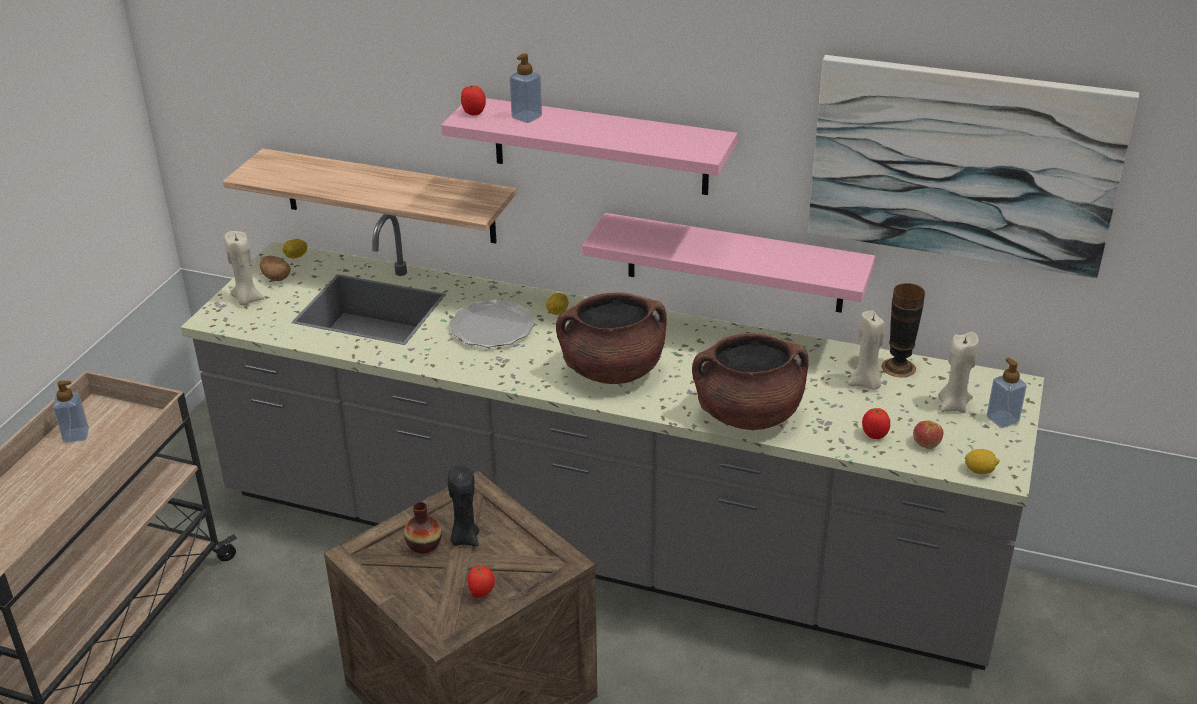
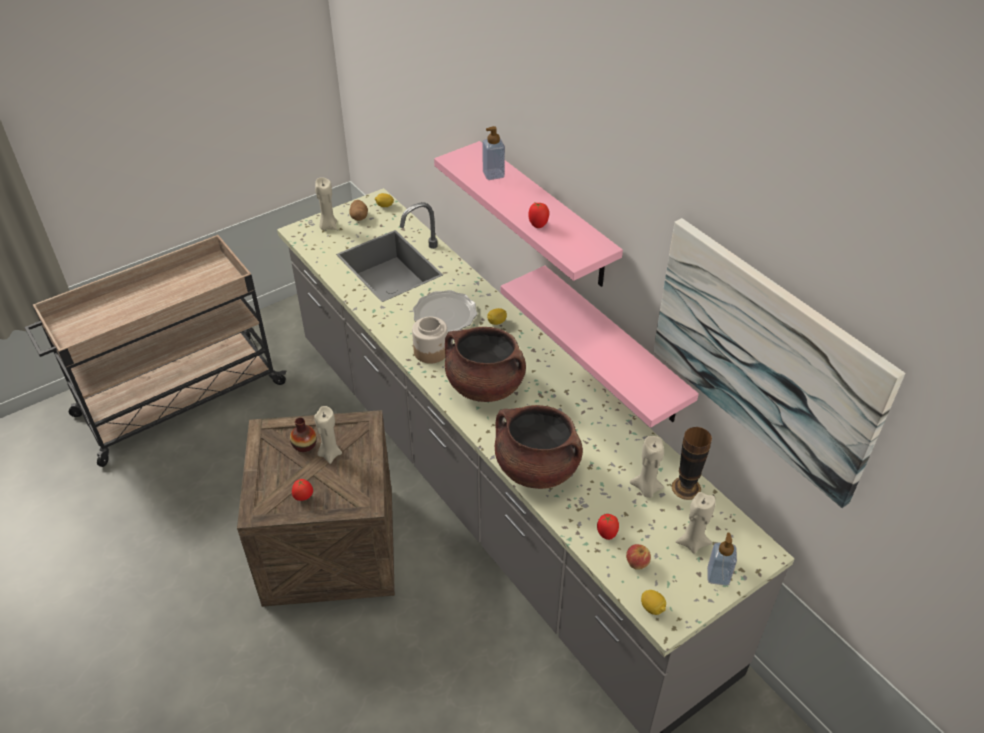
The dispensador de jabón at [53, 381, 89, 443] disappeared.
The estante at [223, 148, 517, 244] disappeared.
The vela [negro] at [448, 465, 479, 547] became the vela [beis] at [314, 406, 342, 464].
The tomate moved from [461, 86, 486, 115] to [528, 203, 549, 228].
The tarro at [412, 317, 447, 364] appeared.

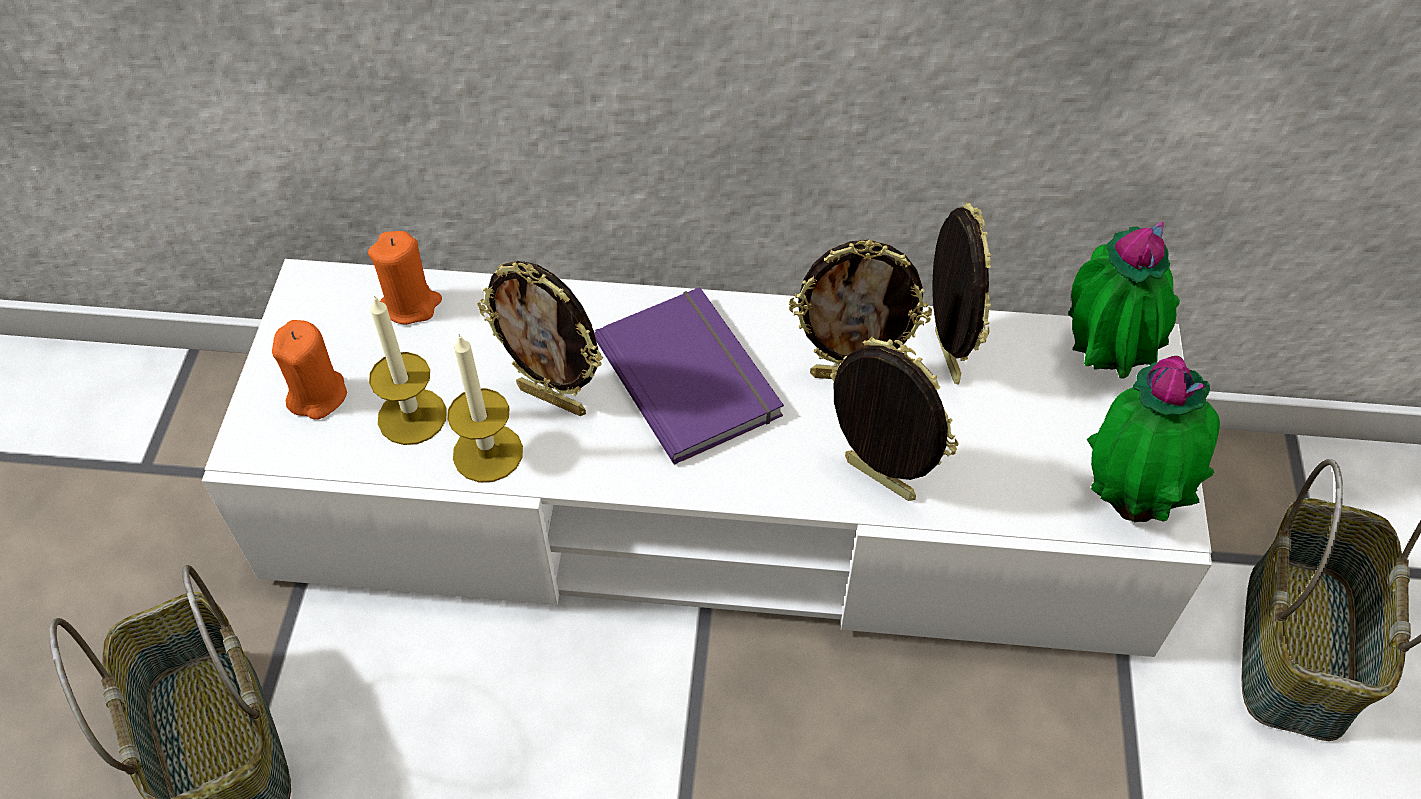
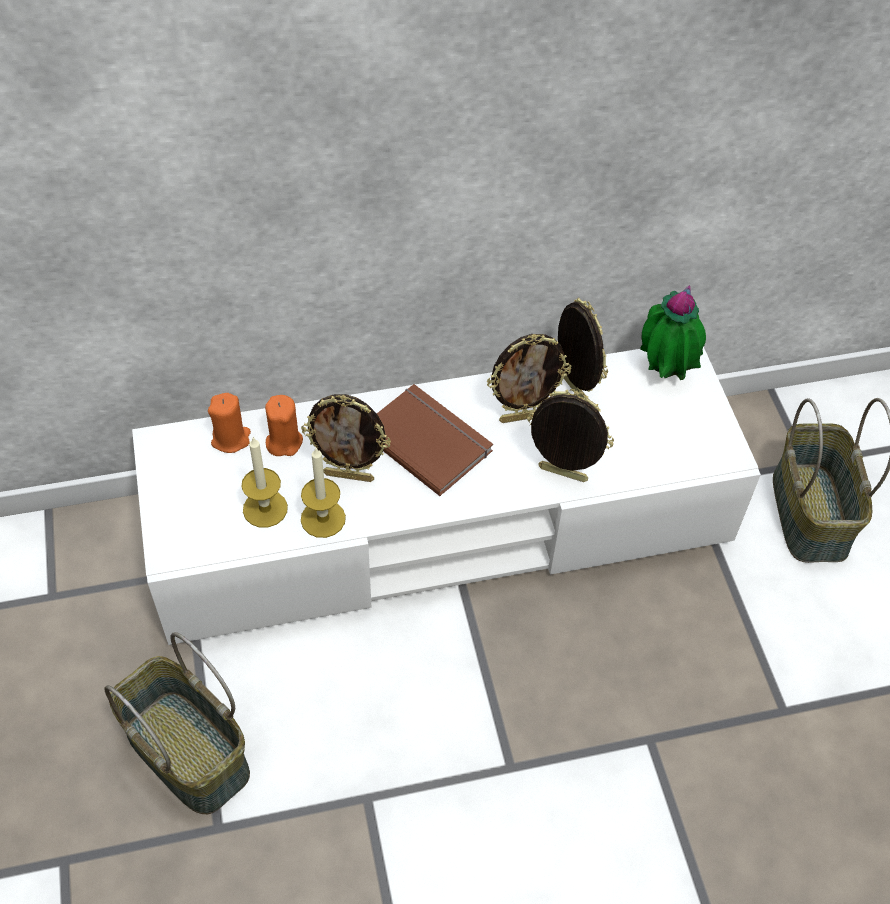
The vela [naranja] moved from [272, 320, 347, 420] to [265, 395, 303, 456].
The libro [morado] at [595, 287, 784, 465] became the libro [marrón] at [377, 384, 493, 496].
The planta en maceta at [1087, 356, 1220, 522] disappeared.

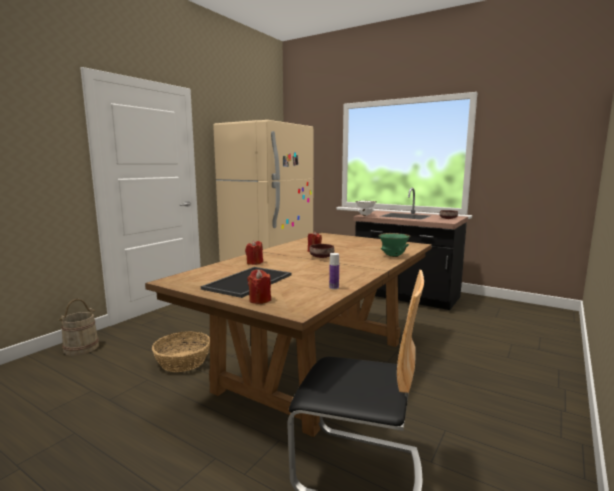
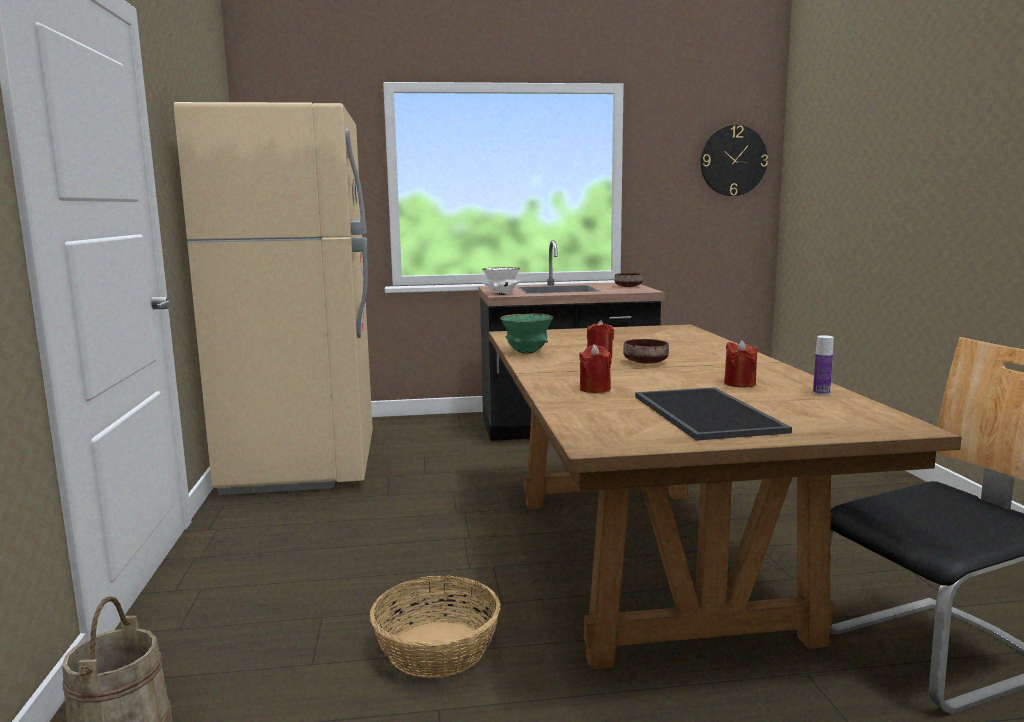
The vela [rojo] moved from [247, 270, 271, 304] to [724, 340, 757, 388].
The cuenco [verde] moved from [379, 233, 410, 257] to [500, 313, 553, 354].
The reloj de pared at [700, 125, 768, 196] appeared.

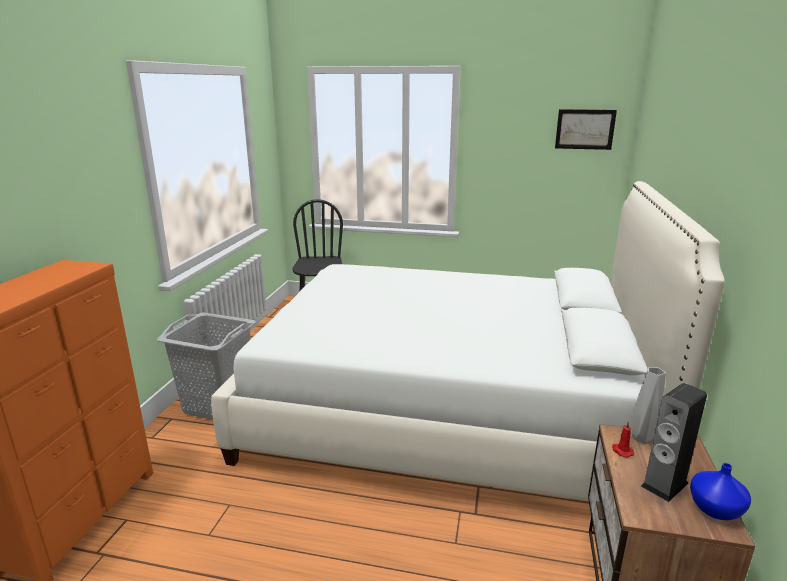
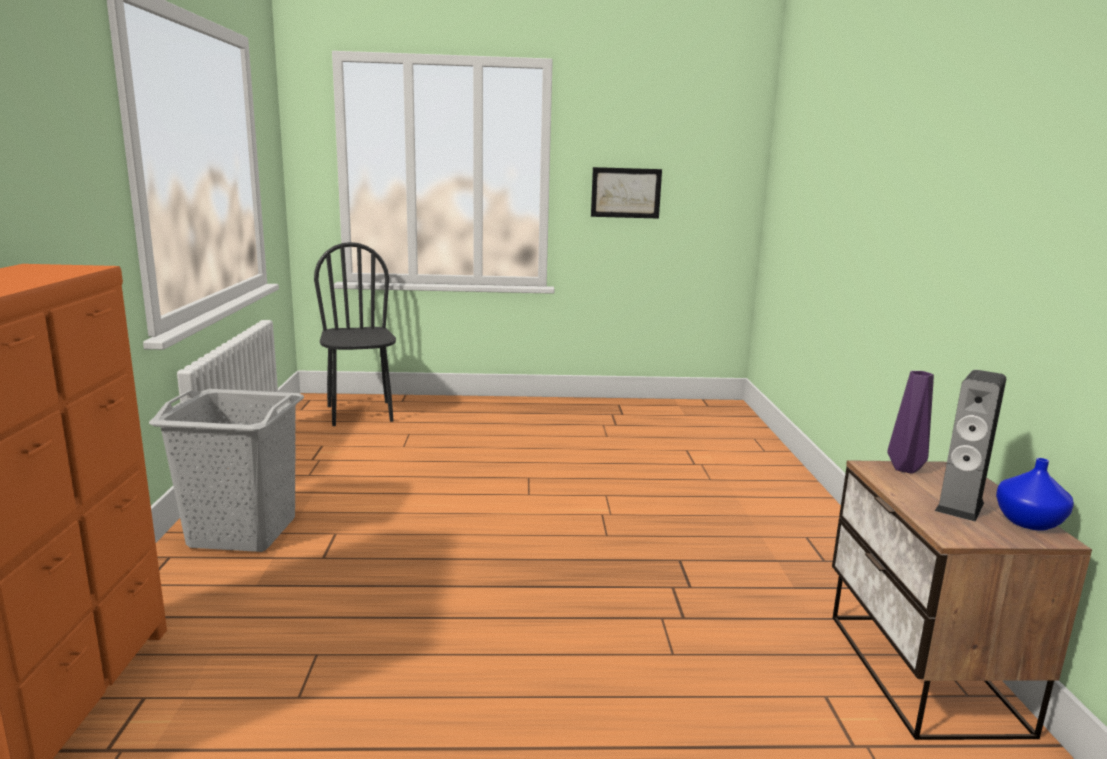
The cama [blanco] at [211, 181, 725, 501] disappeared.
The cuadro moved from [555, 109, 617, 150] to [591, 167, 662, 219].
The vela [rojo] at [612, 421, 634, 458] disappeared.
The florero [gris] at [629, 367, 666, 444] became the florero [morado] at [887, 371, 934, 474].

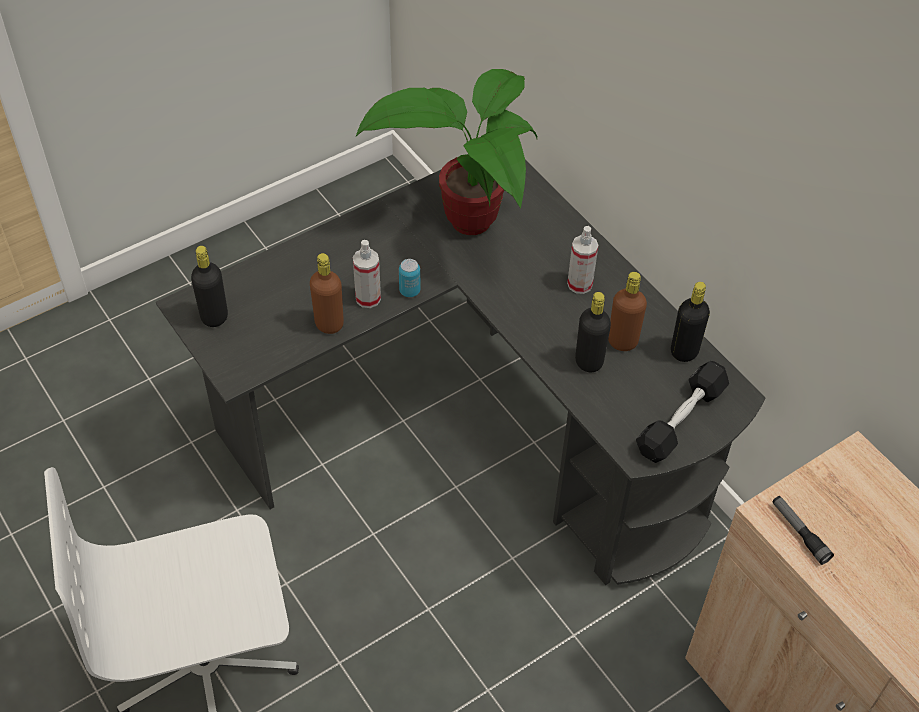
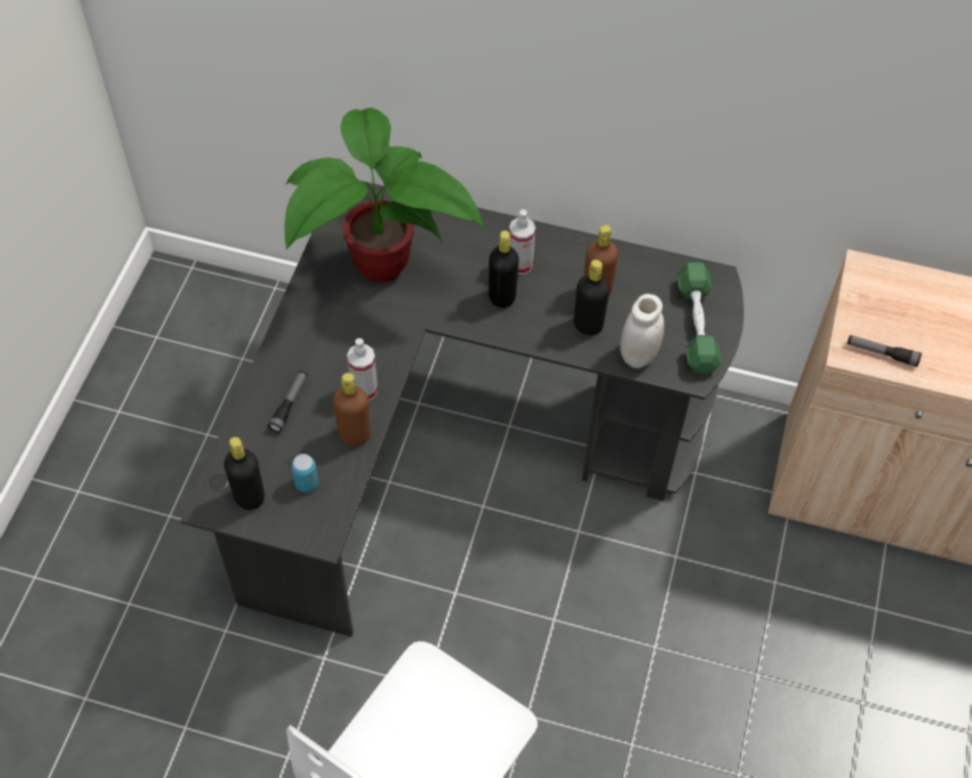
The lata moved from [399, 259, 421, 297] to [292, 454, 318, 492].
The mancuerna [negro] at [636, 361, 729, 463] became the mancuerna [verde] at [677, 262, 722, 373].
The botella [negro] moved from [671, 282, 710, 362] to [489, 231, 519, 308].
The linterna at [268, 371, 307, 433] appeared.
The tarro [blanco] at [620, 294, 664, 369] appeared.

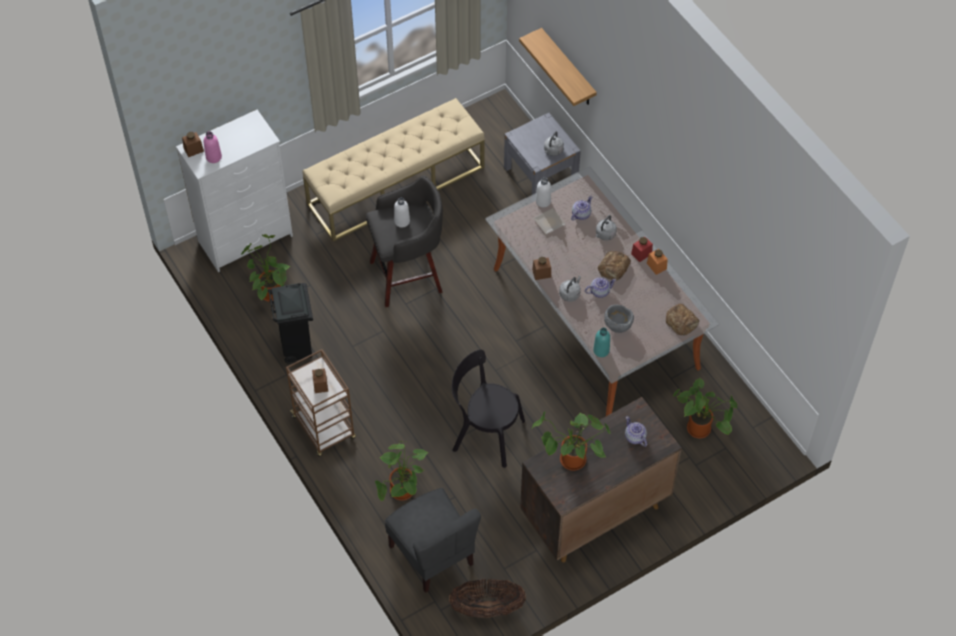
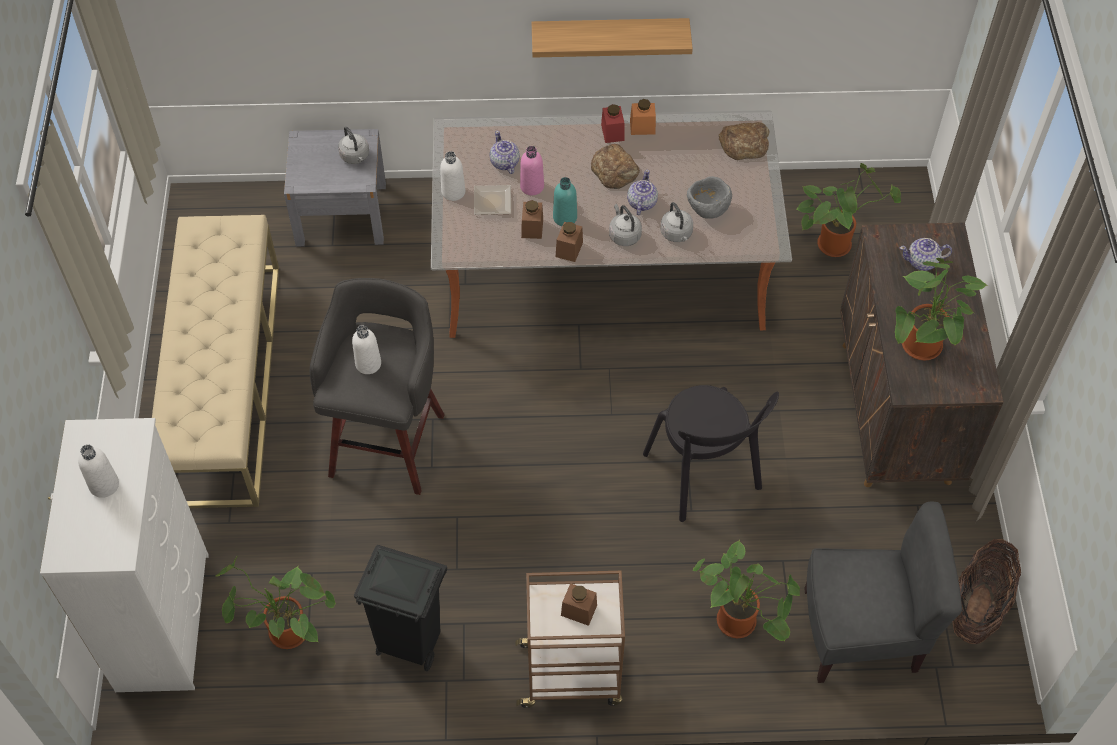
The tarro [marrón] moved from [182, 132, 204, 157] to [521, 200, 543, 239].
The botella [rosa] moved from [203, 131, 222, 163] to [520, 146, 544, 195].
The silla [negro] at [452, 349, 525, 468] turned 75 degrees counterclockwise.
The estante moved from [519, 28, 597, 106] to [532, 18, 693, 58].
The botella [turquesa] moved from [593, 328, 610, 357] to [553, 177, 577, 226].
The hervidor [gris] moved from [595, 215, 617, 240] to [661, 202, 693, 242].
The botella [blanco] at [78, 444, 119, 498] appeared.

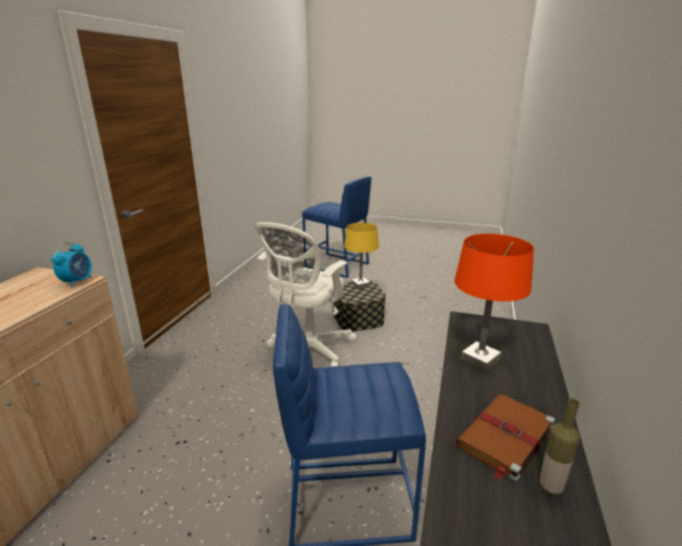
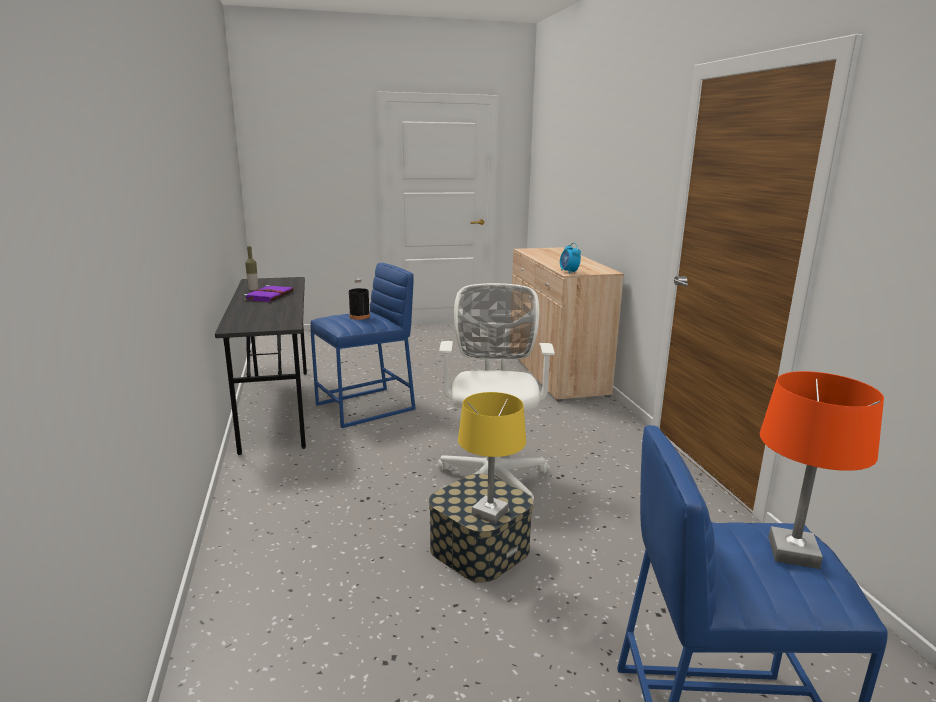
The lámpara de mesa [naranja] moved from [454, 234, 534, 372] to [760, 371, 884, 569].
The libro [marrón] at [456, 394, 555, 481] became the libro [morado] at [243, 285, 294, 302].
The botella [negro] at [349, 278, 370, 320] appeared.

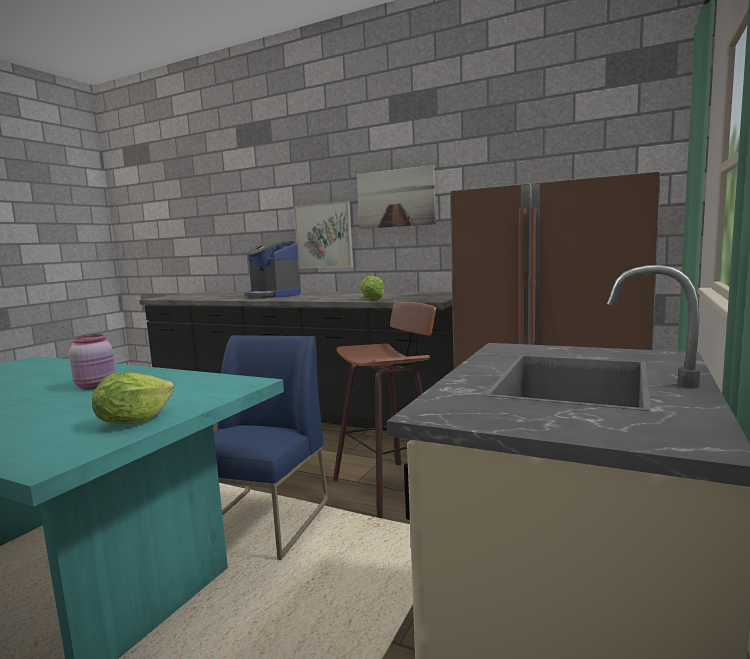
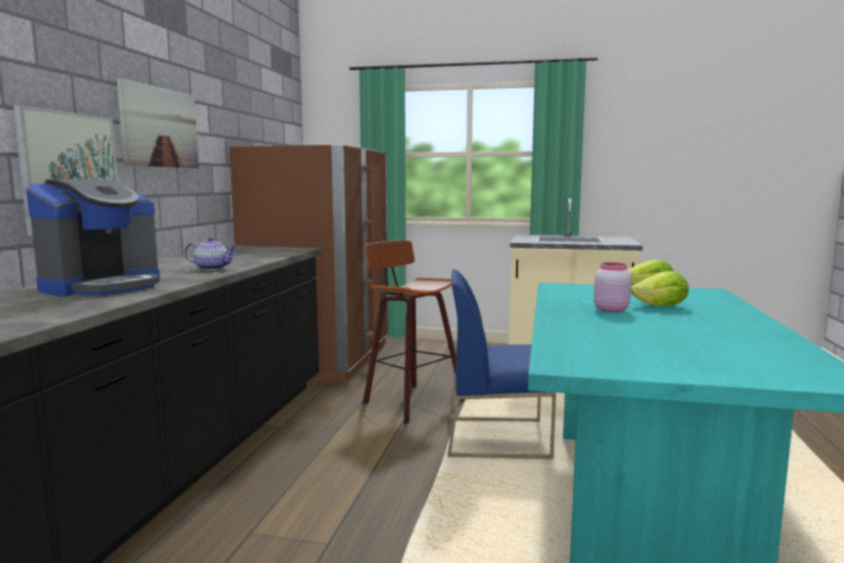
The lechuga moved from [360, 276, 384, 299] to [631, 271, 689, 306].
The tetera at [185, 237, 237, 270] appeared.

